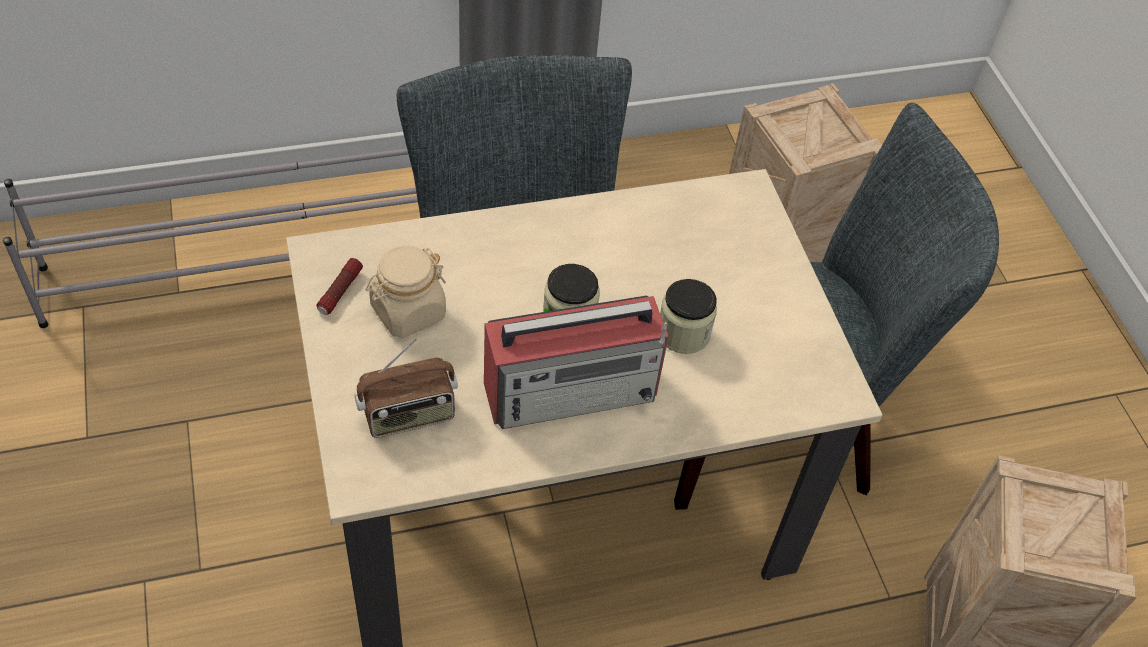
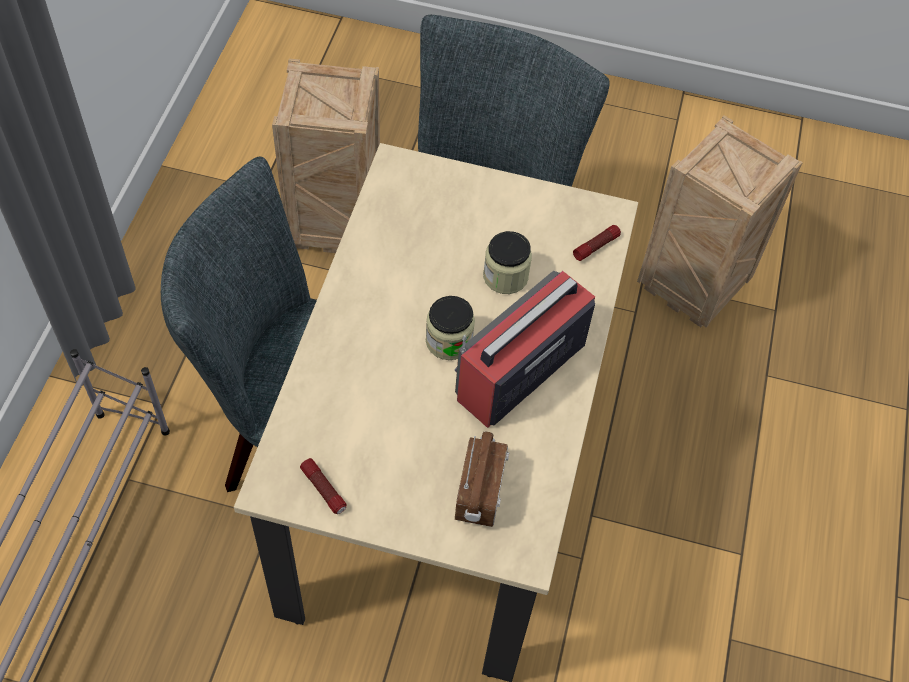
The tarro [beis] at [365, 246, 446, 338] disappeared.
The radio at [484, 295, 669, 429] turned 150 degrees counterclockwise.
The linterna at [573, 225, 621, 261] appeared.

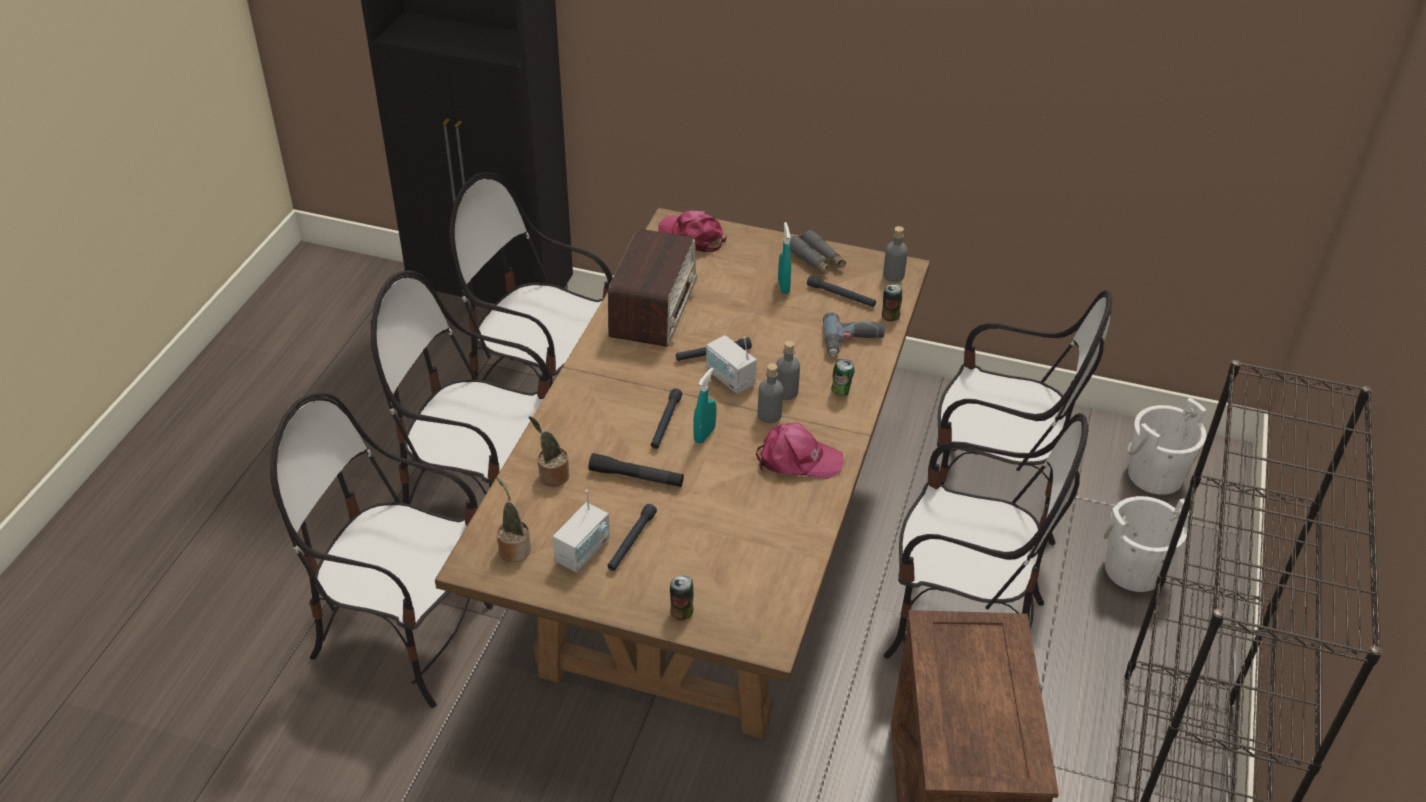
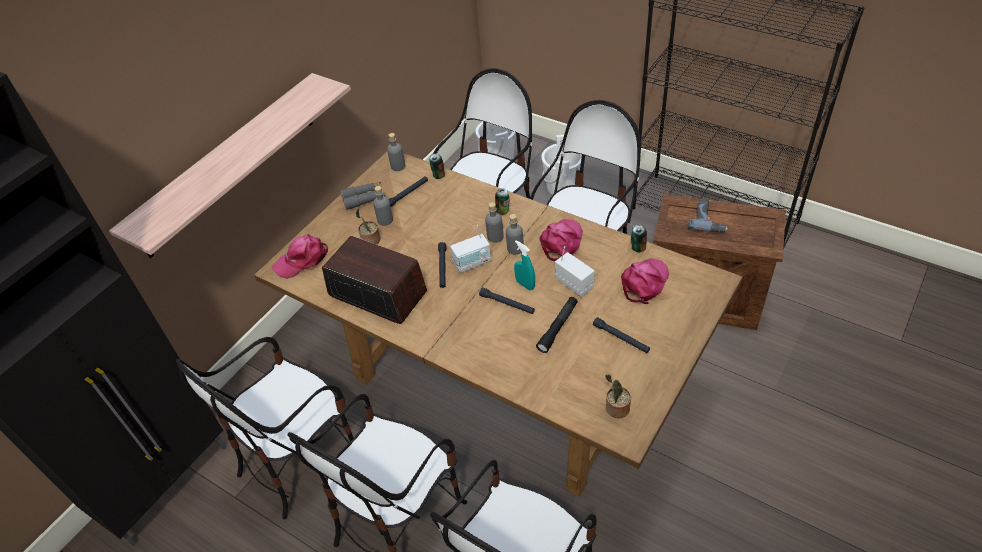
The planta en maceta moved from [528, 416, 570, 486] to [356, 208, 381, 245].
The radio moved from [553, 490, 610, 573] to [555, 246, 595, 297].
The lata moved from [670, 575, 694, 620] to [631, 225, 647, 253].
The pulverizador [turquesa] at [778, 222, 791, 294] was replaced by the botella [gris] at [373, 186, 393, 226].
The taladro moved from [823, 312, 885, 356] to [688, 199, 728, 233].
The estante at [109, 73, 351, 258] appeared.
The gorra [rosa] at [621, 258, 669, 304] appeared.

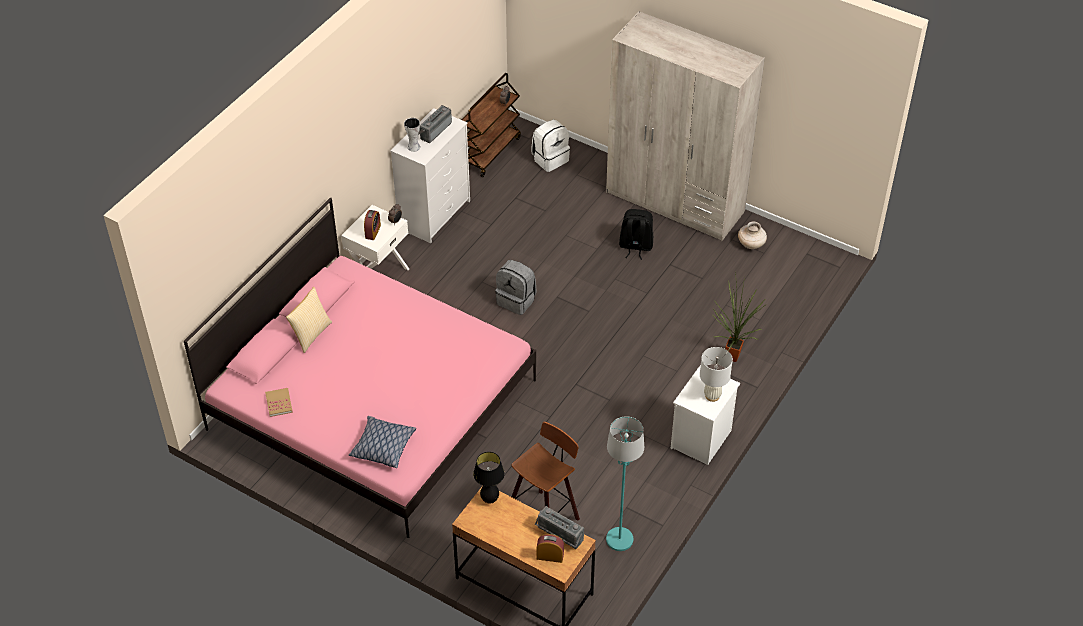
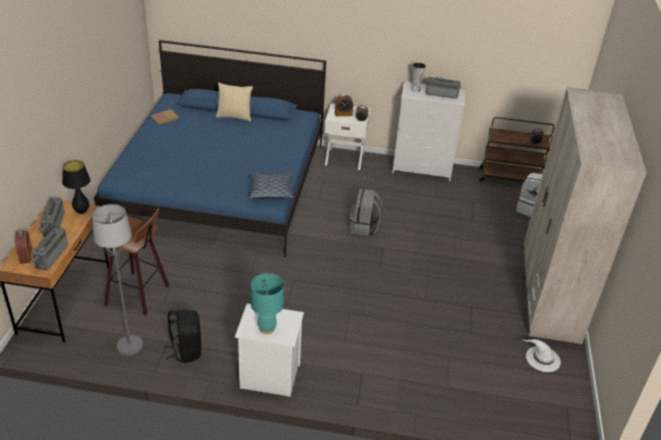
The cama [rosa] at [184, 198, 536, 538] became the cama [azul] at [94, 40, 326, 257].
The cojín moved from [349, 416, 416, 468] to [249, 174, 293, 199].
The lámpara de pie [turquesa] at [606, 416, 644, 551] became the lámpara de pie [gris] at [92, 204, 143, 356].
The mochila [negro] moved from [619, 209, 653, 260] to [165, 310, 201, 363].
The lámpara de mesa [blanco] at [700, 347, 733, 402] became the lámpara de mesa [turquesa] at [251, 273, 284, 334].
The planta en maceta at [712, 273, 765, 362] disappeared.
The florero [beis] at [738, 222, 767, 249] was replaced by the sombrero [blanco] at [522, 339, 561, 372].
The radio at [38, 198, 65, 237] appeared.

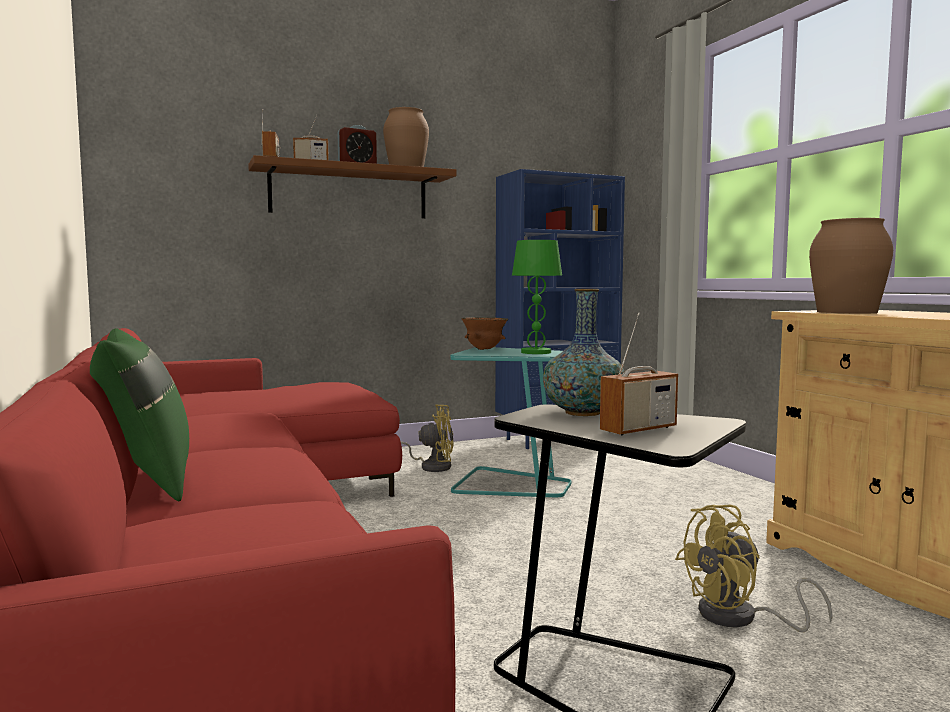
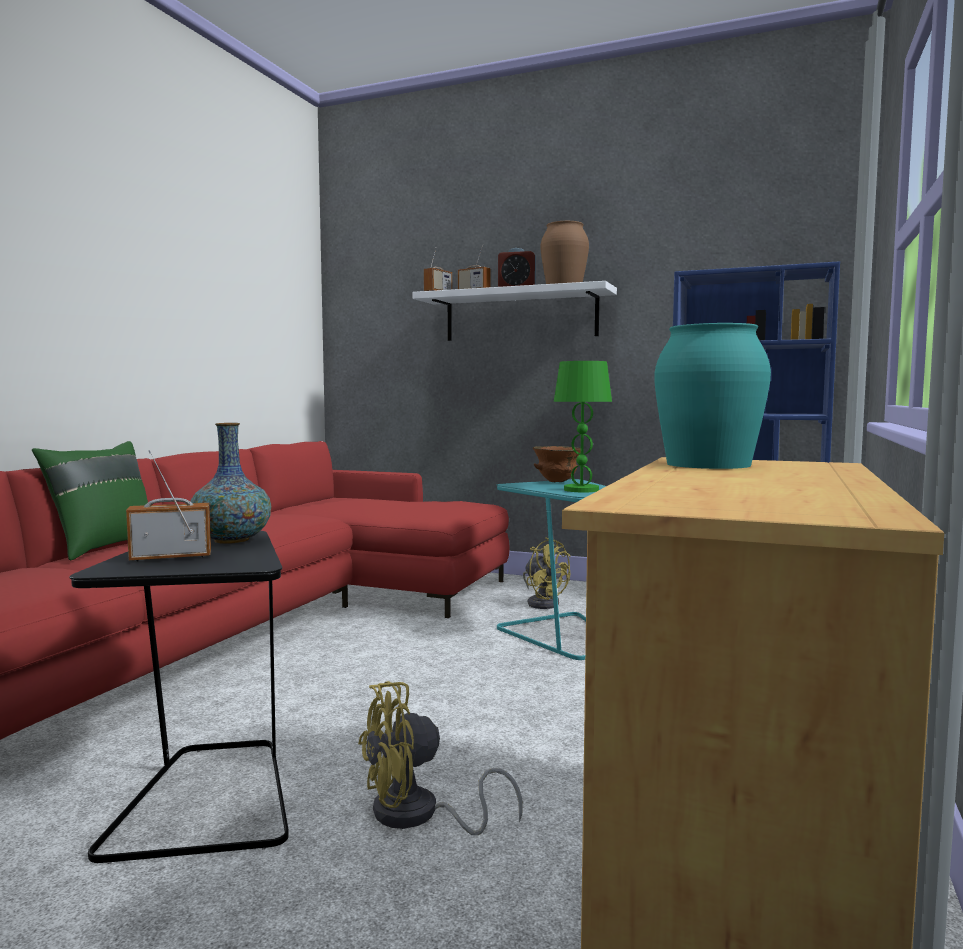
The estante [marrón] at [248, 155, 456, 219] became the estante [blanco] at [413, 281, 617, 341].
The radio at [600, 312, 678, 436] turned 150 degrees clockwise.
The ventilador [amarillo] at [675, 505, 833, 632] turned 45 degrees counterclockwise.
The florero [marrón] at [809, 218, 893, 313] became the florero [turquesa] at [654, 323, 771, 469].

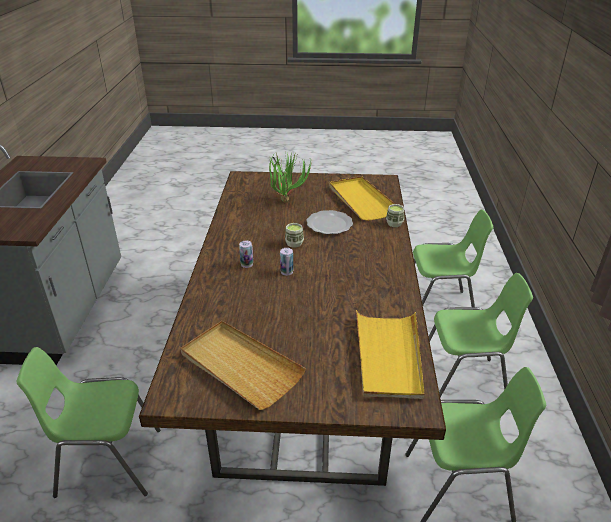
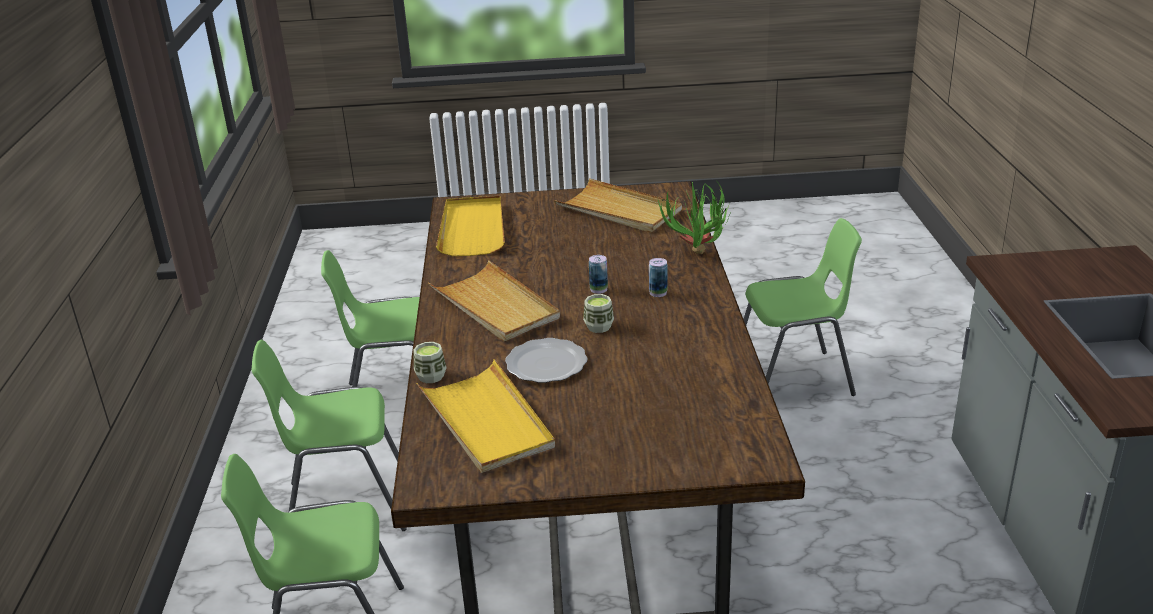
The planta en maceta moved from [269, 152, 312, 203] to [658, 180, 729, 254].
The bandeja [beis] at [428, 260, 560, 341] appeared.

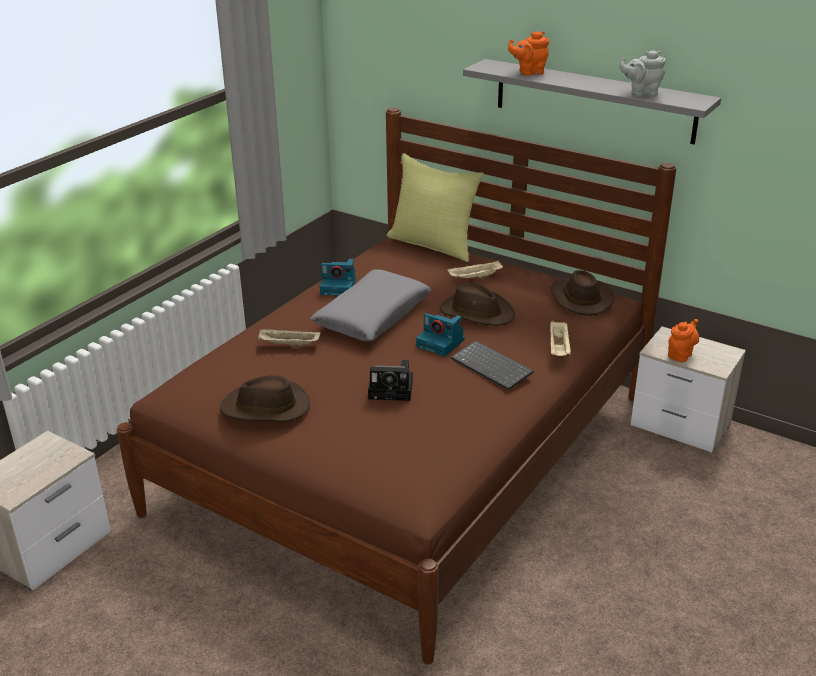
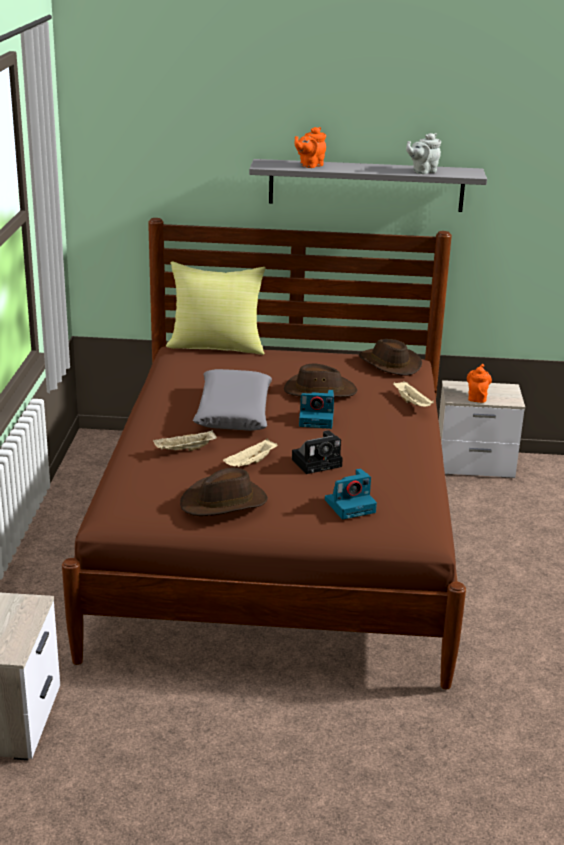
The cámara moved from [320, 259, 356, 296] to [325, 468, 377, 519].
The bandeja [beis] moved from [448, 260, 503, 279] to [223, 438, 277, 467].
The teclado at [451, 341, 534, 390] disappeared.

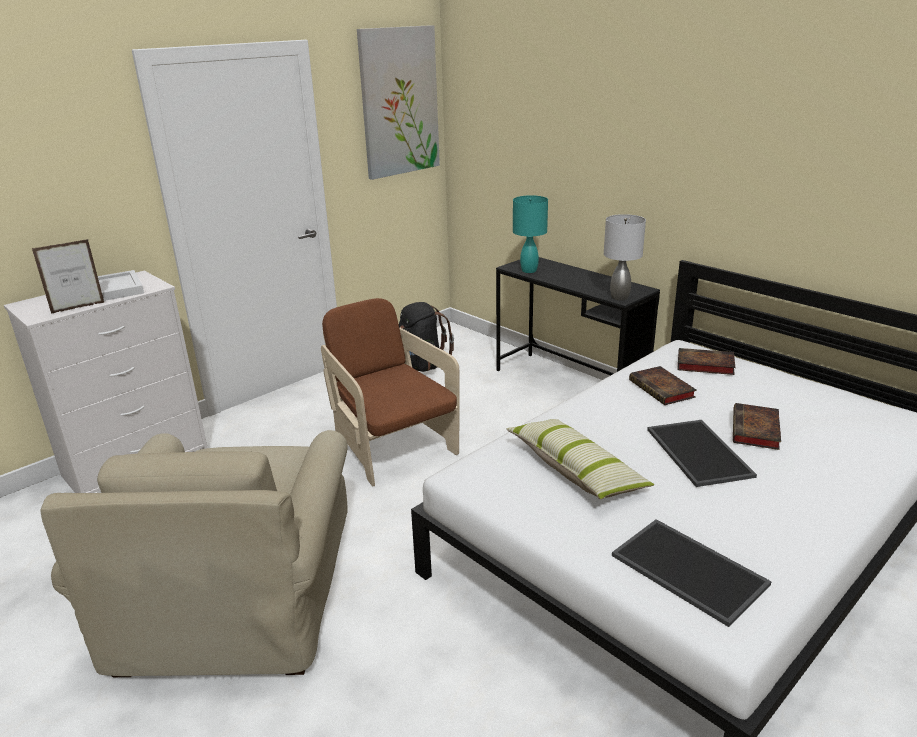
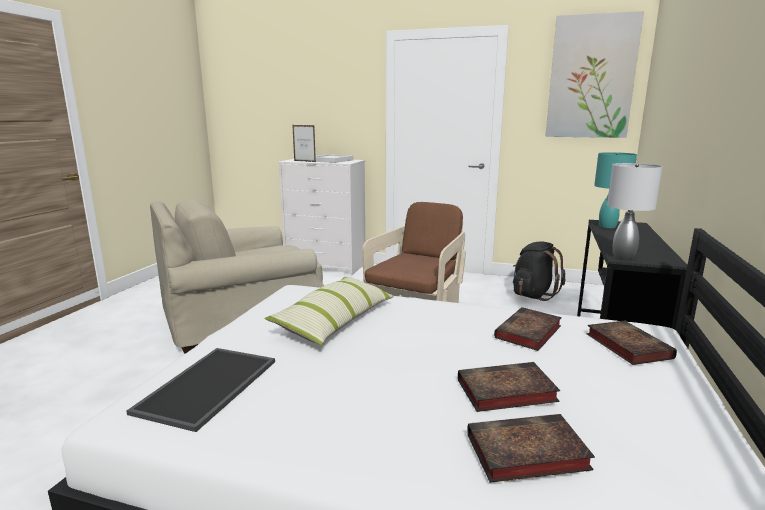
The bandeja at [647, 420, 757, 487] disappeared.
The libro at [467, 414, 595, 483] appeared.

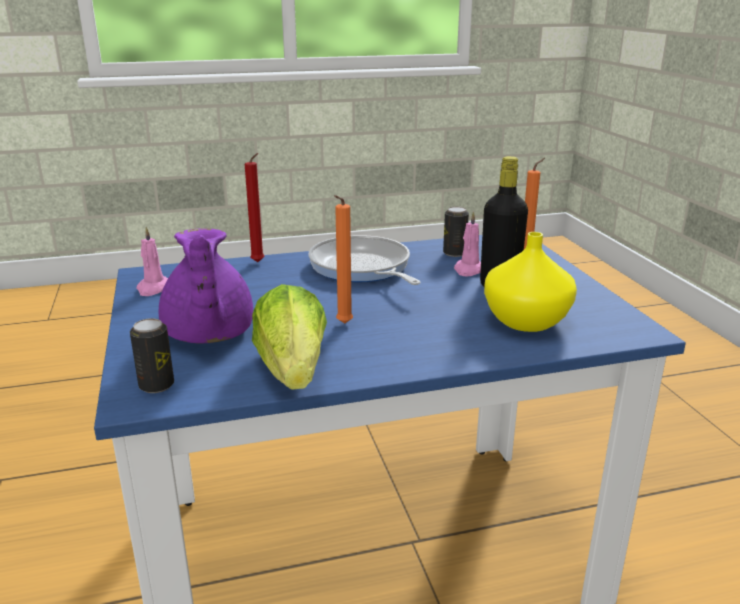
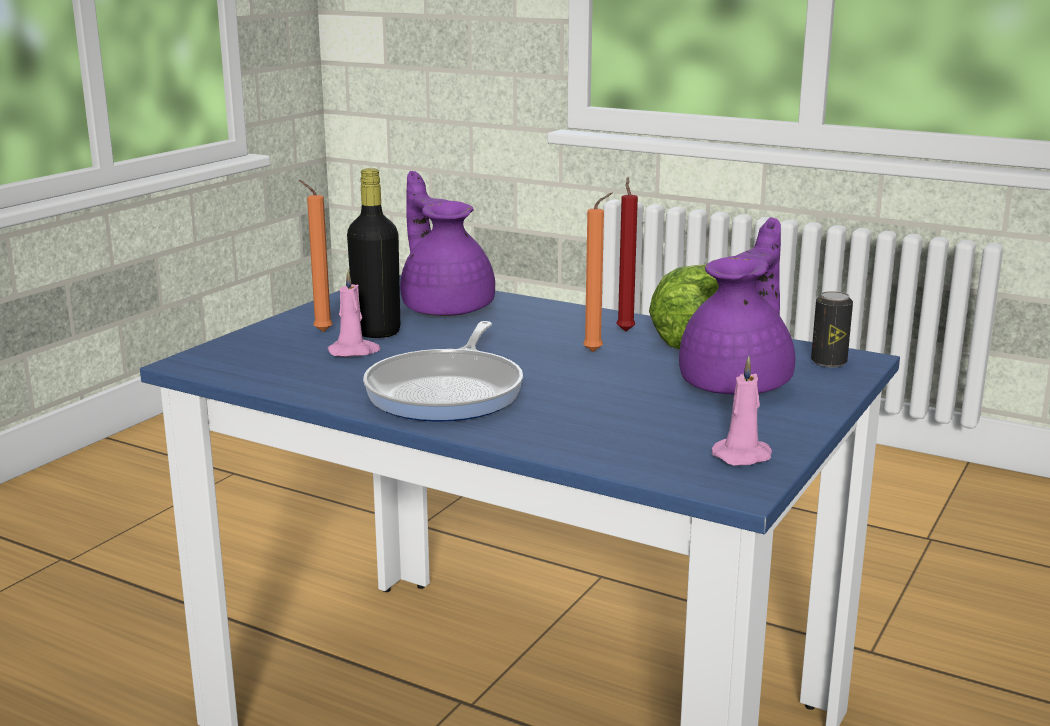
The vela [rojo] moved from [245, 153, 264, 262] to [616, 177, 638, 332].
The lata at [443, 206, 469, 257] disappeared.
The florero [amarillo] at [484, 232, 577, 332] was replaced by the tetera [morado] at [400, 171, 495, 316].

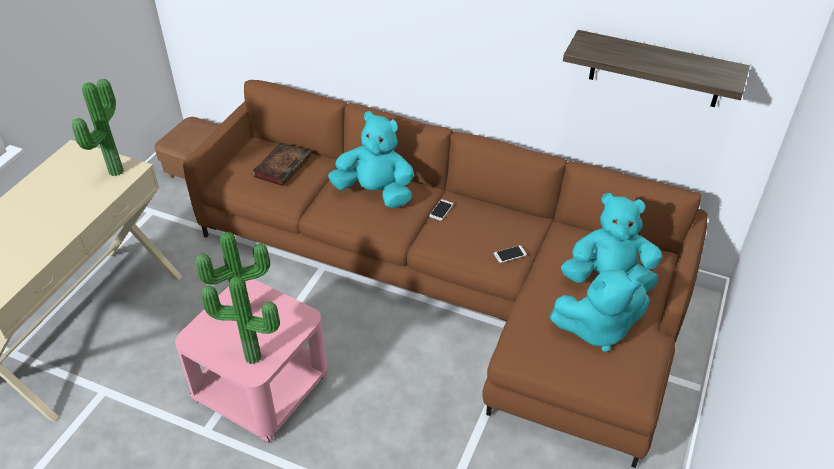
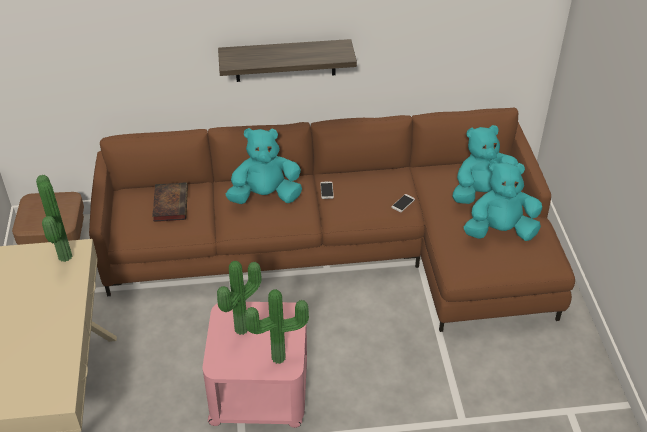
The peluche [turquesa] at [550, 269, 650, 352] turned 150 degrees counterclockwise.
The estante moved from [563, 30, 750, 107] to [218, 39, 357, 82].

